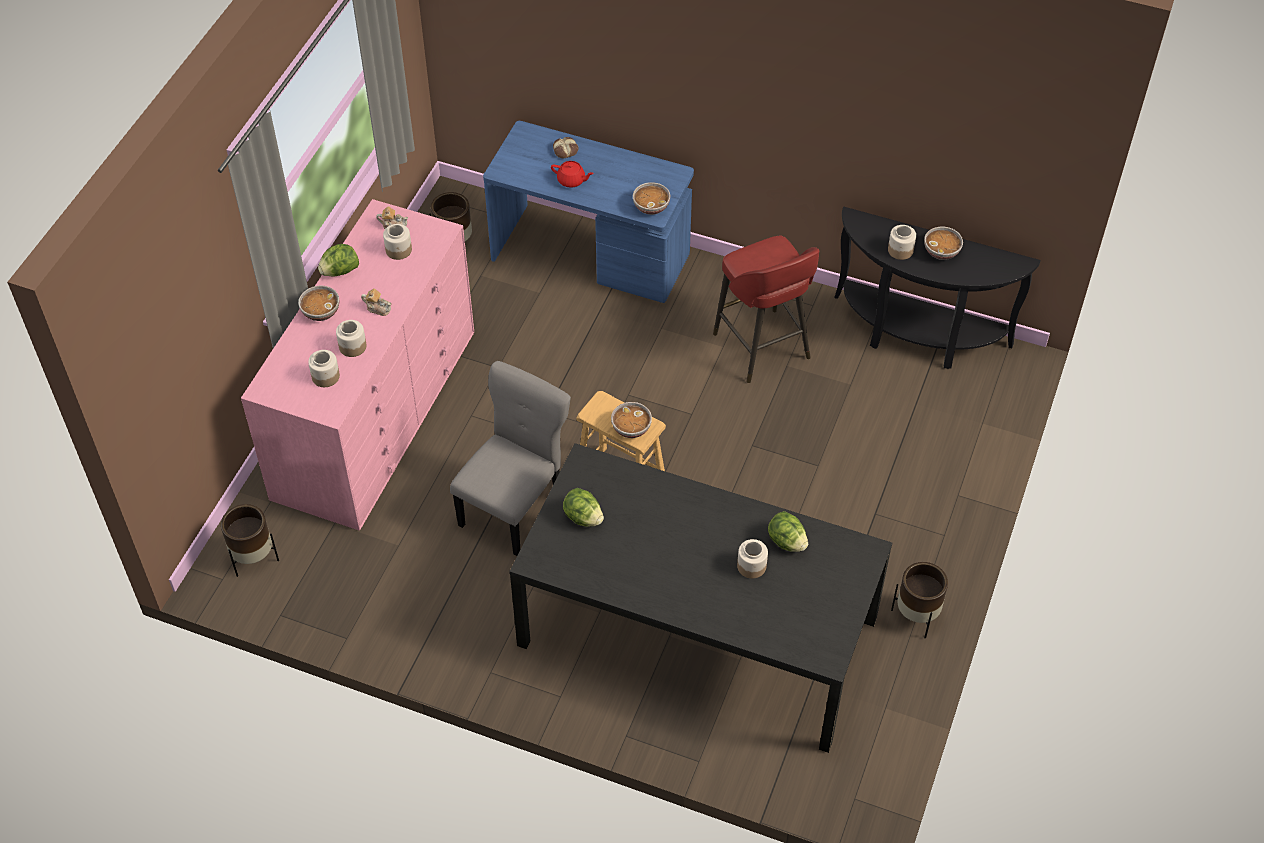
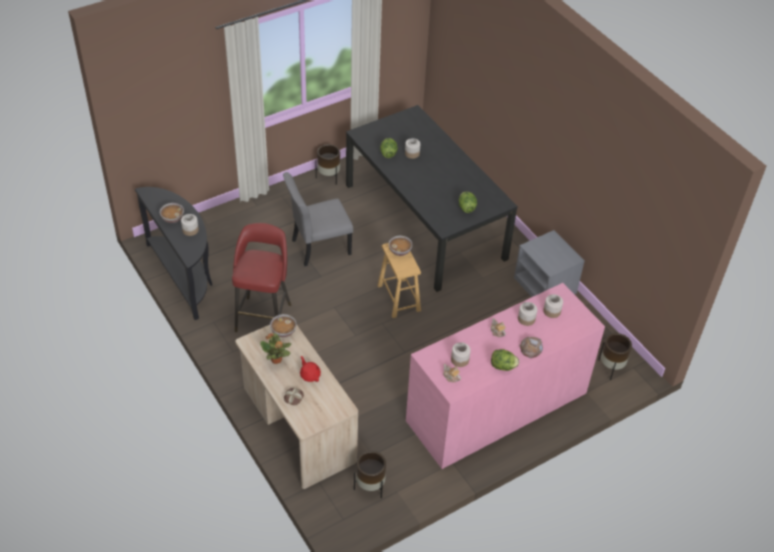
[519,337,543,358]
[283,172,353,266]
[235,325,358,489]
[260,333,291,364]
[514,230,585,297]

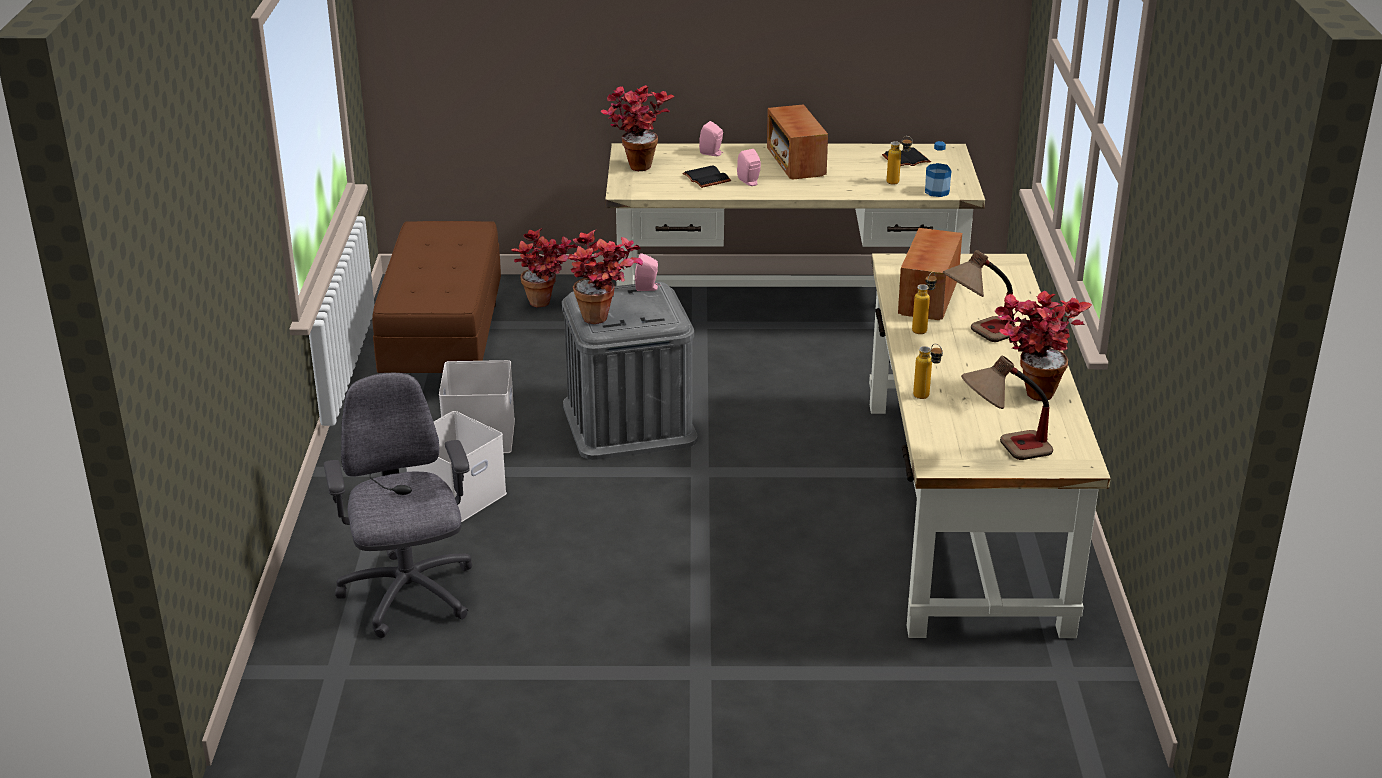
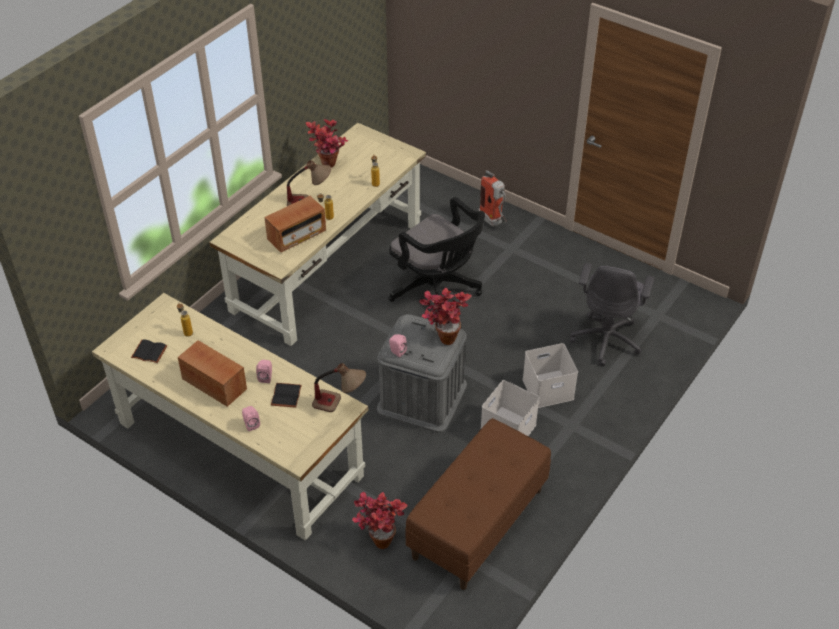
[601,85,674,171] (first image)
[178,340,247,407]
[925,141,952,197] (first image)
[312,363,366,412]
[389,197,485,302]
[479,170,507,227]

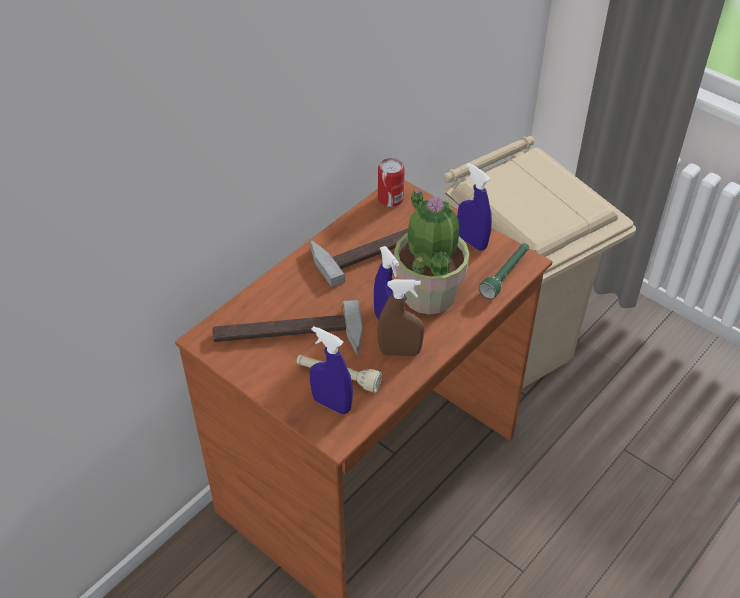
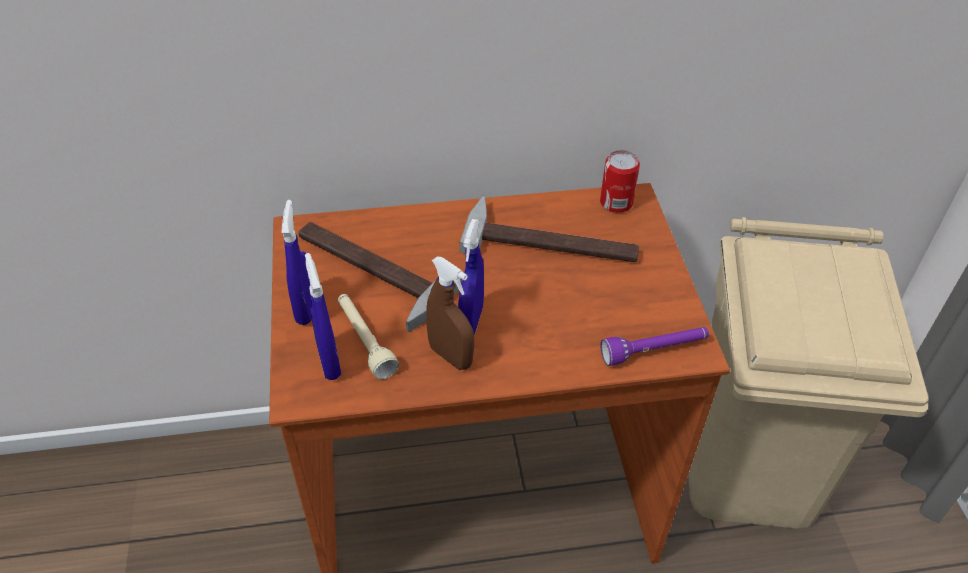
[394,188,469,314] (first image)
[282,200,312,325]
[601,327,709,366]

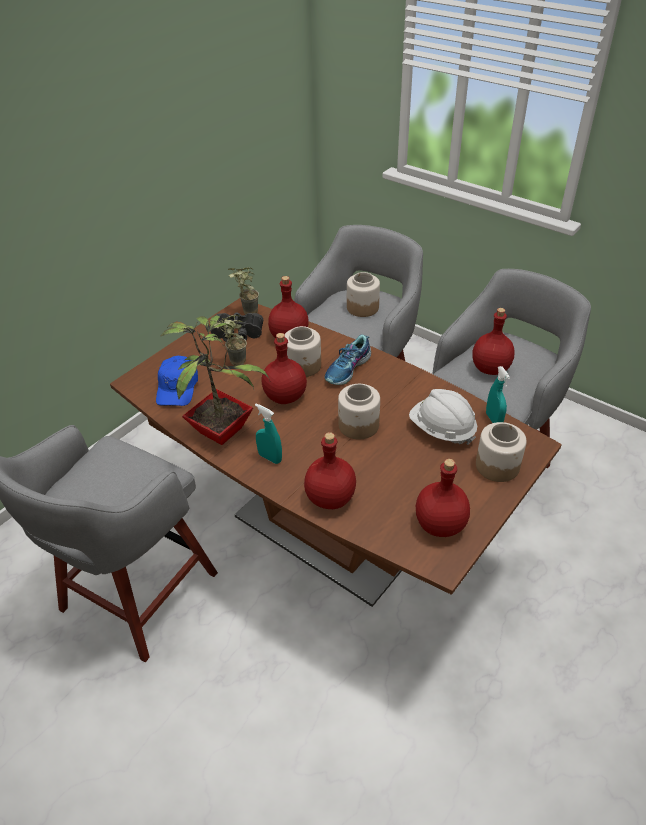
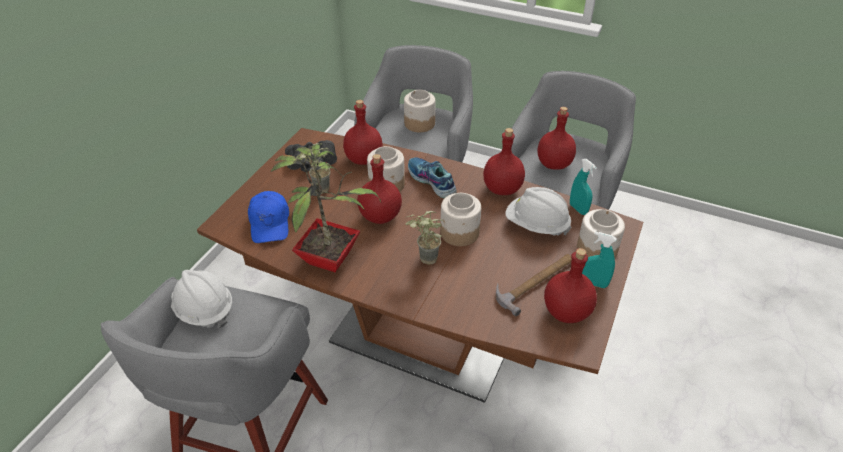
[405,211,443,265]
[582,232,617,288]
[483,128,525,195]
[408,157,457,198]
[171,270,232,329]
[496,254,572,316]

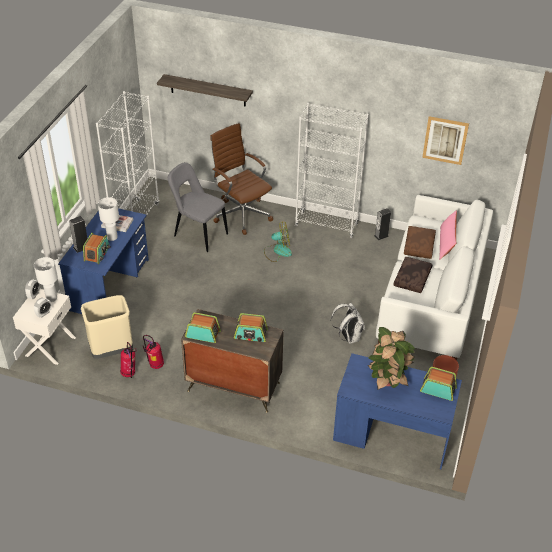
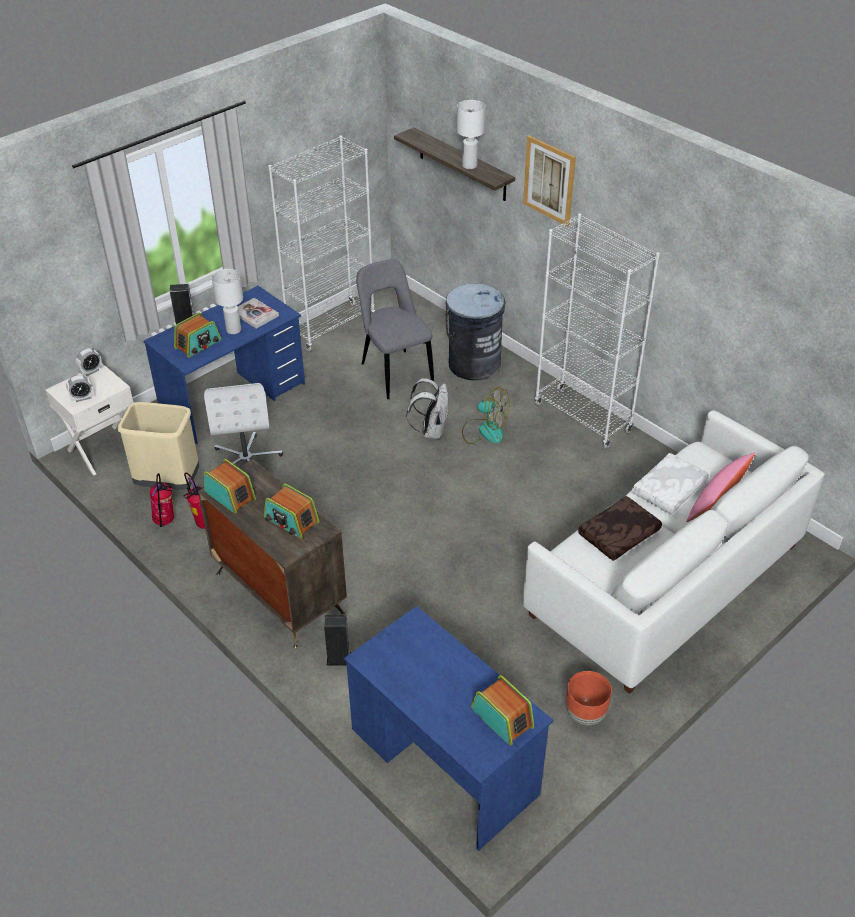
[457,100,485,169]
[445,284,506,380]
[406,378,450,439]
[368,327,415,390] (first image)
[324,615,352,666]
[632,453,709,515]
[523,136,576,226]
[204,383,283,465]

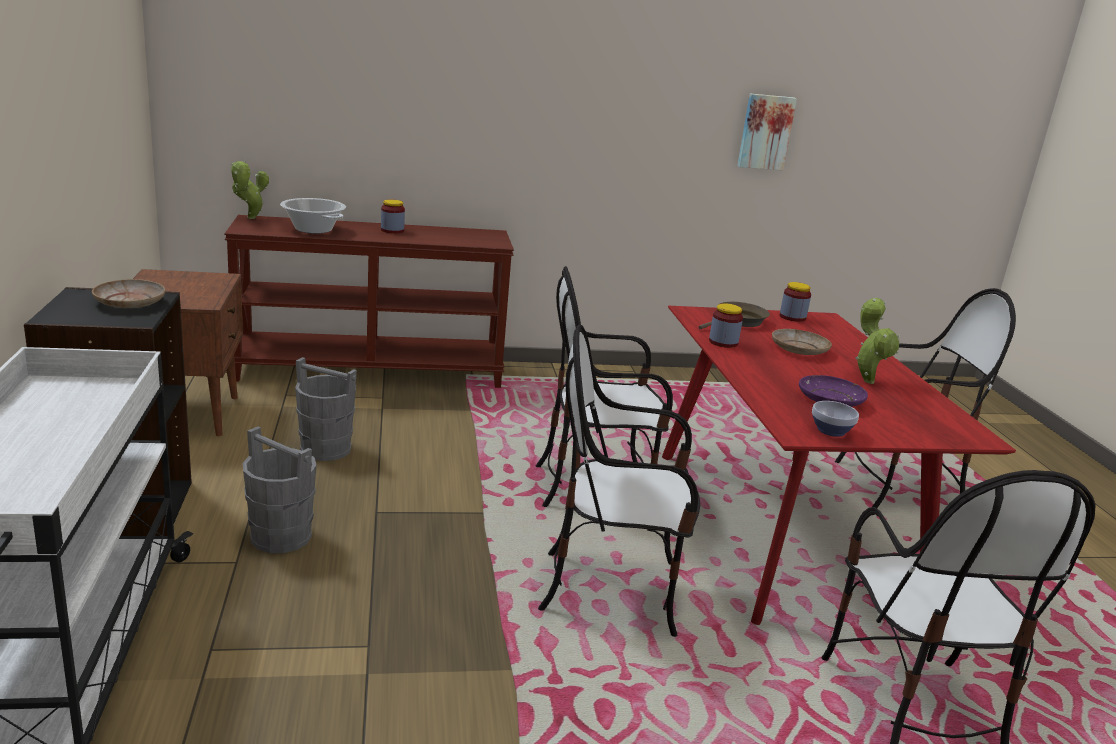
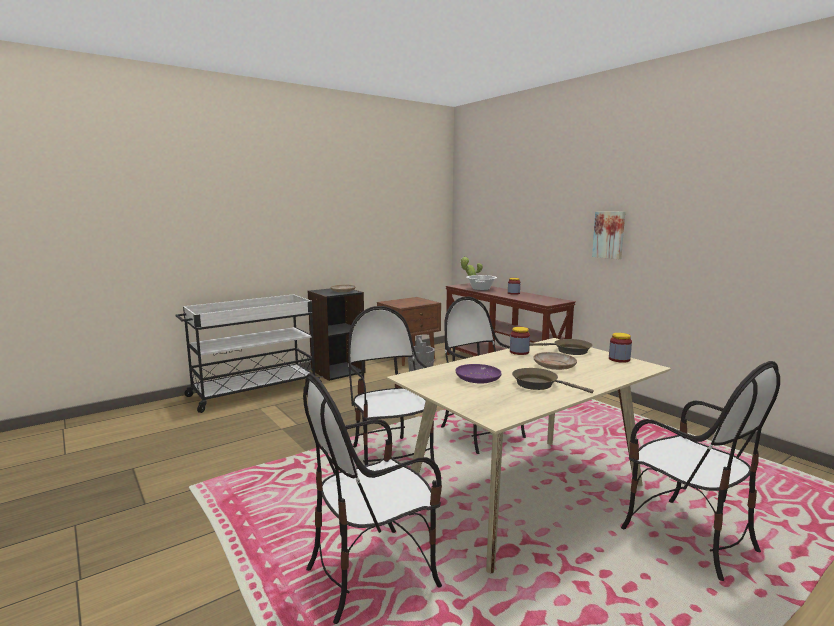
[242,426,316,553] (first image)
[386,338,671,573]
[592,211,625,259]
[812,401,859,437] (first image)
[512,368,593,393]

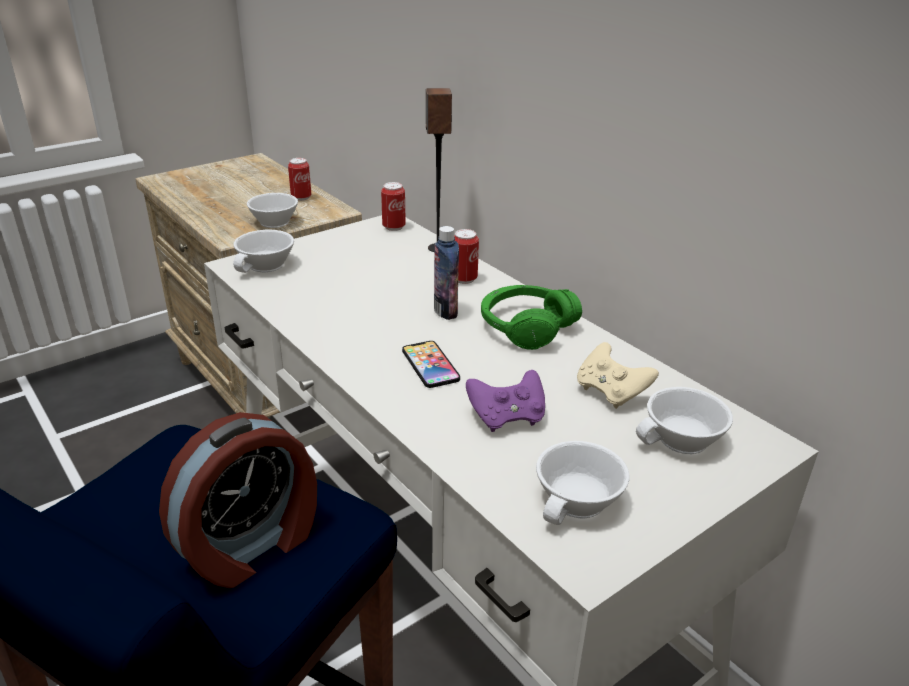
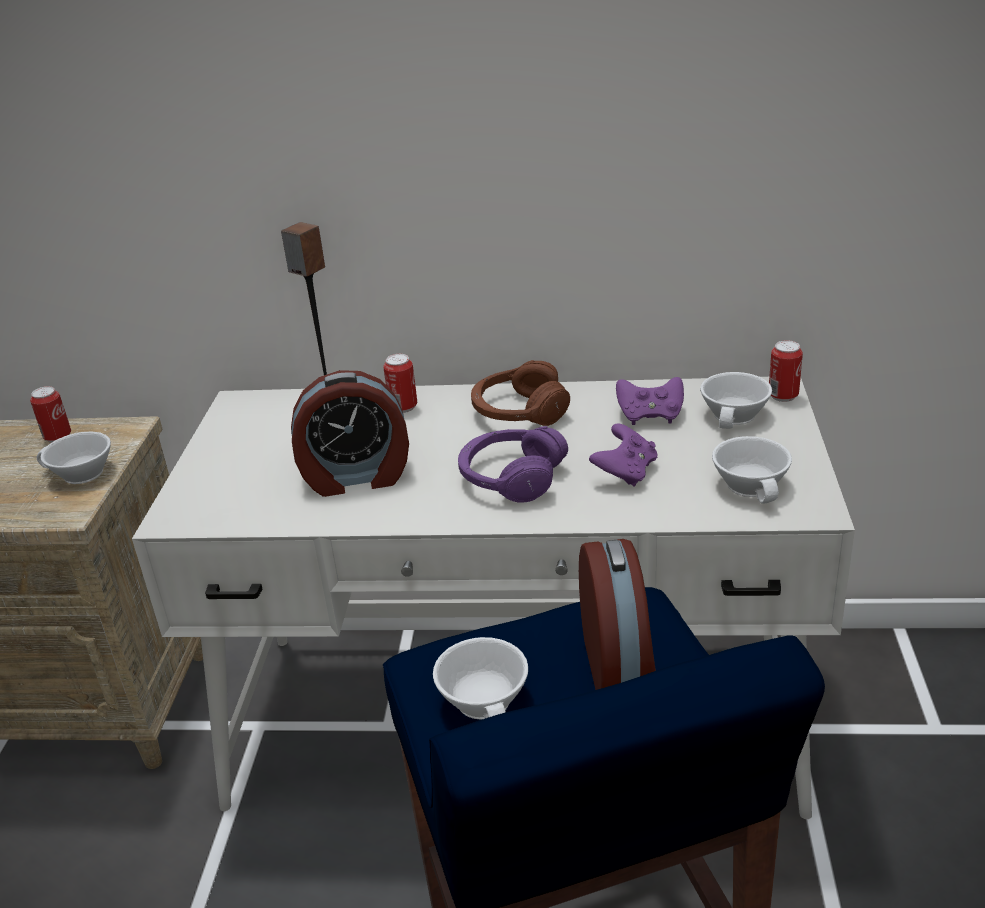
[433,637,528,720]
[769,340,803,402]
[458,426,568,503]
[434,226,459,320] (first image)
[471,360,570,426]
[616,377,684,425]
[291,370,409,497]

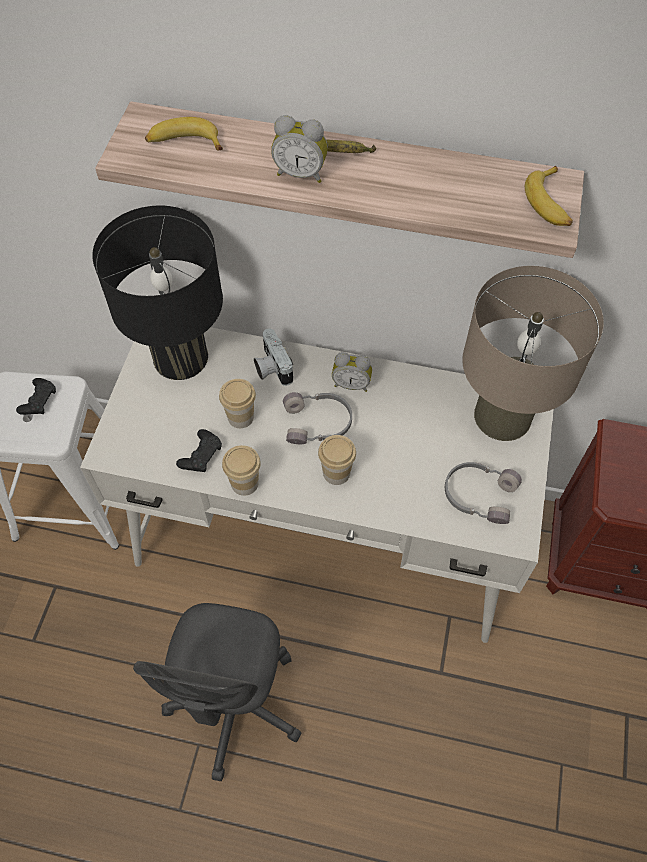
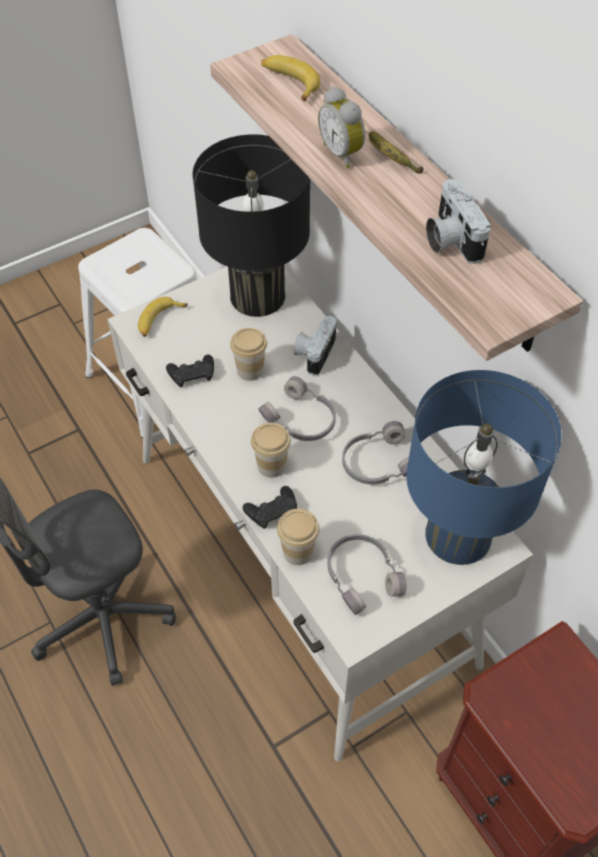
[243,486,297,529]
[277,509,319,565]
[332,352,372,392] (first image)
[406,370,562,565]
[138,297,188,337]
[342,421,409,485]
[426,179,491,264]

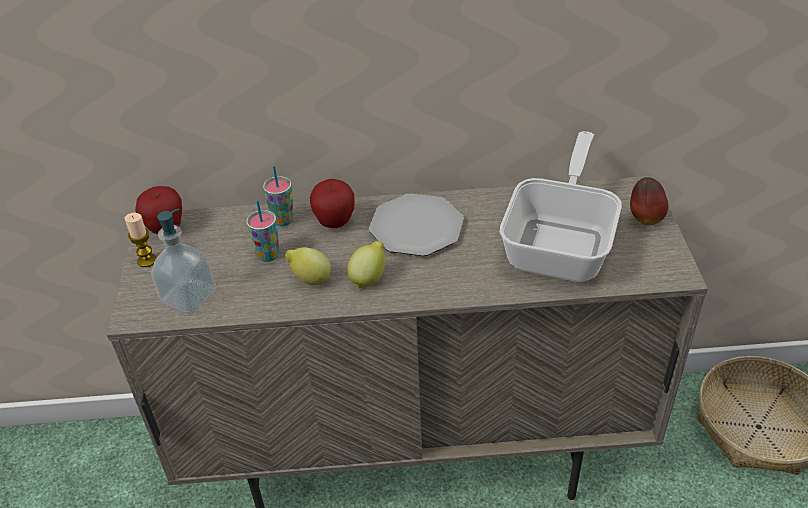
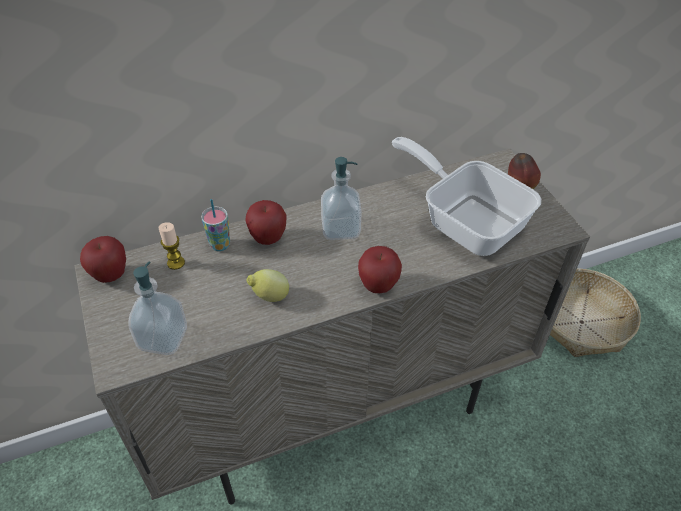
[159,222,185,270]
[246,200,280,262] (first image)
[347,241,385,289] (first image)
[321,157,362,240]
[392,137,541,256]
[358,246,402,293]

